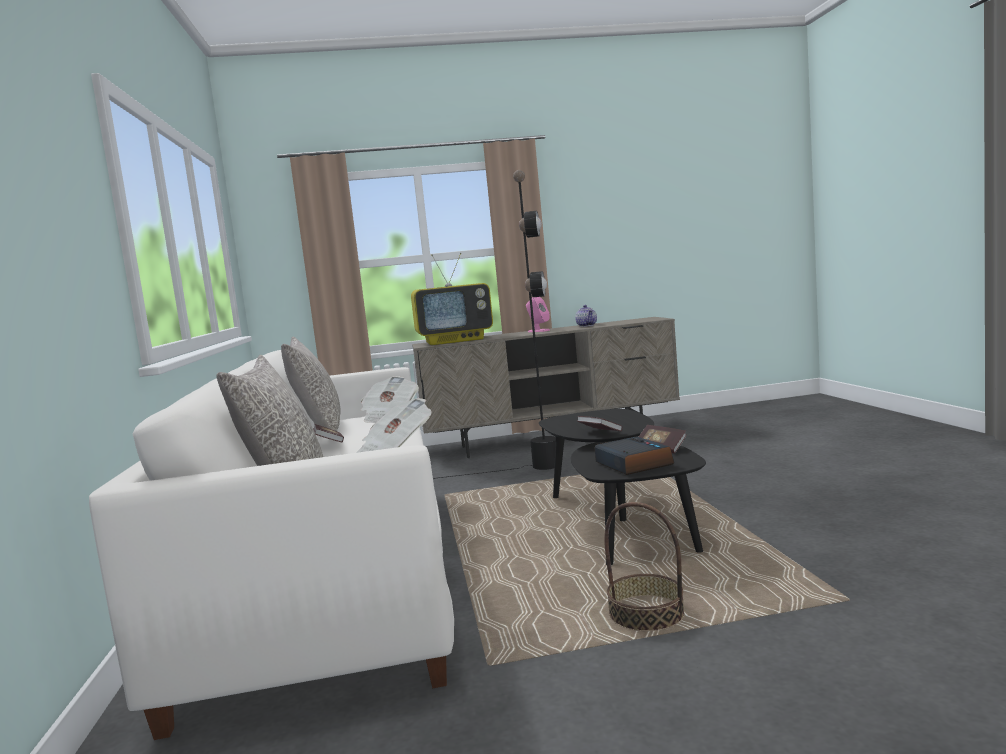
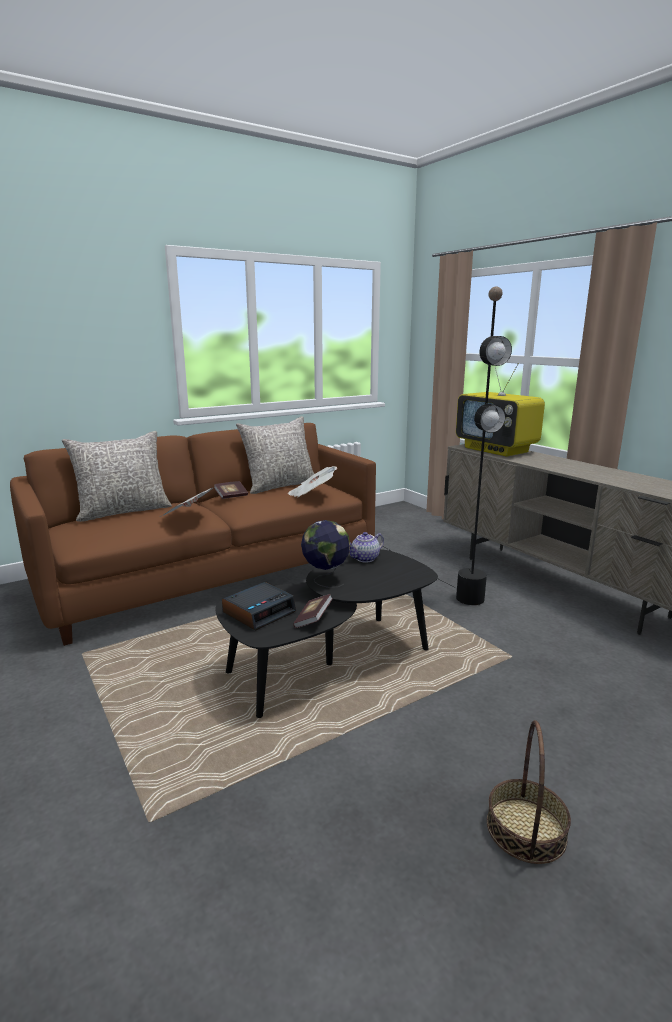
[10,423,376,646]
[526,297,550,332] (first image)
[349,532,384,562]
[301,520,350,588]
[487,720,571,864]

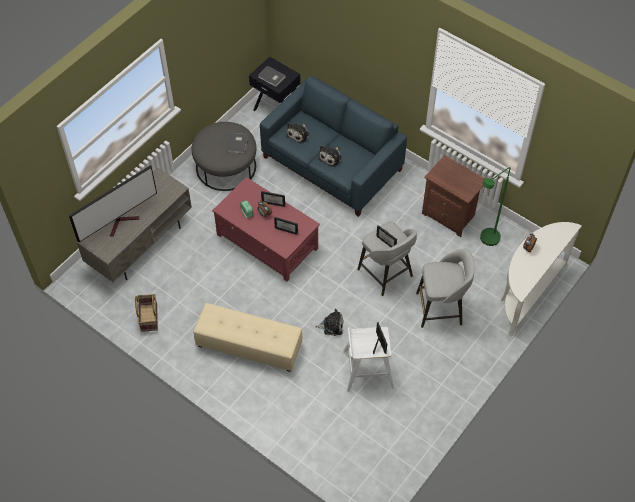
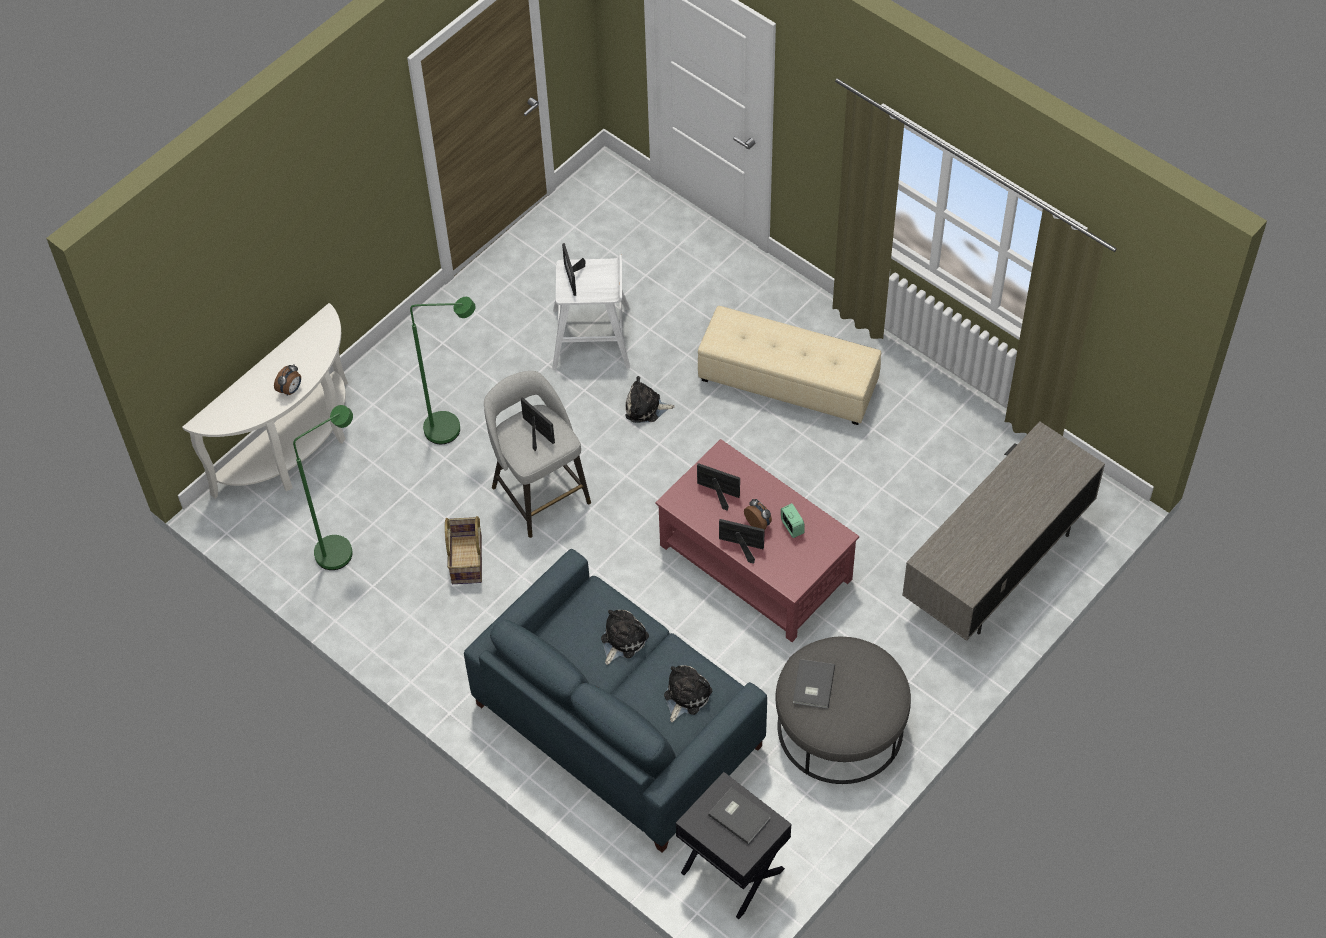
[69,165,157,242] (first image)
[445,516,482,584]
[410,297,476,444]
[422,155,485,237] (first image)

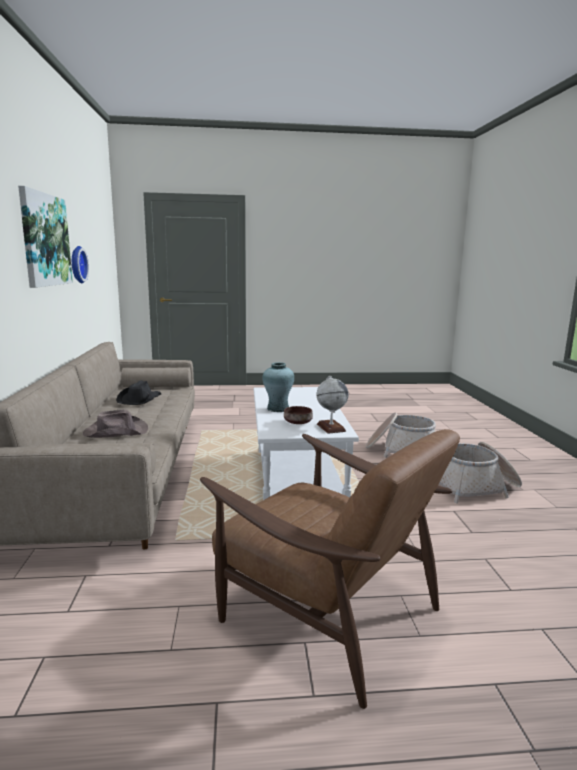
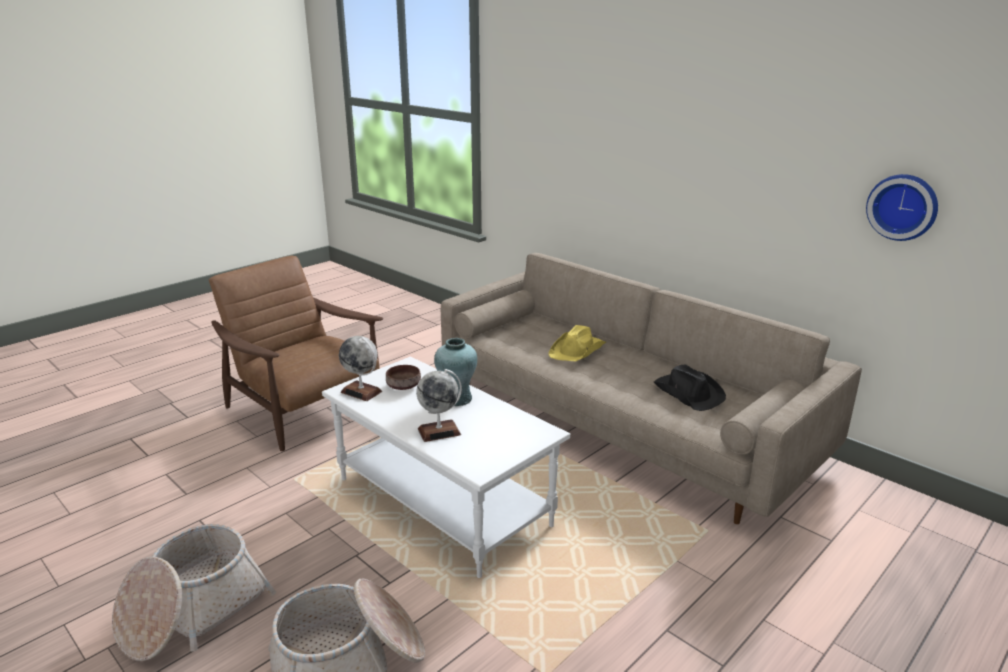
[18,186,73,288] (first image)
[548,325,606,361]
[209,256,383,451]
[416,369,462,442]

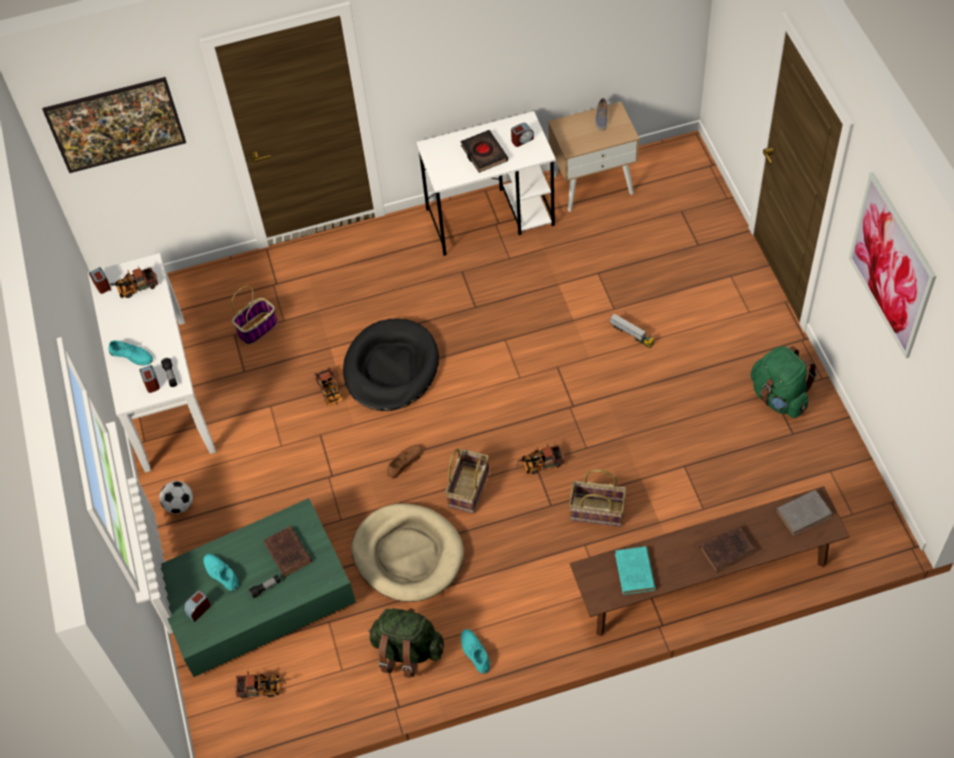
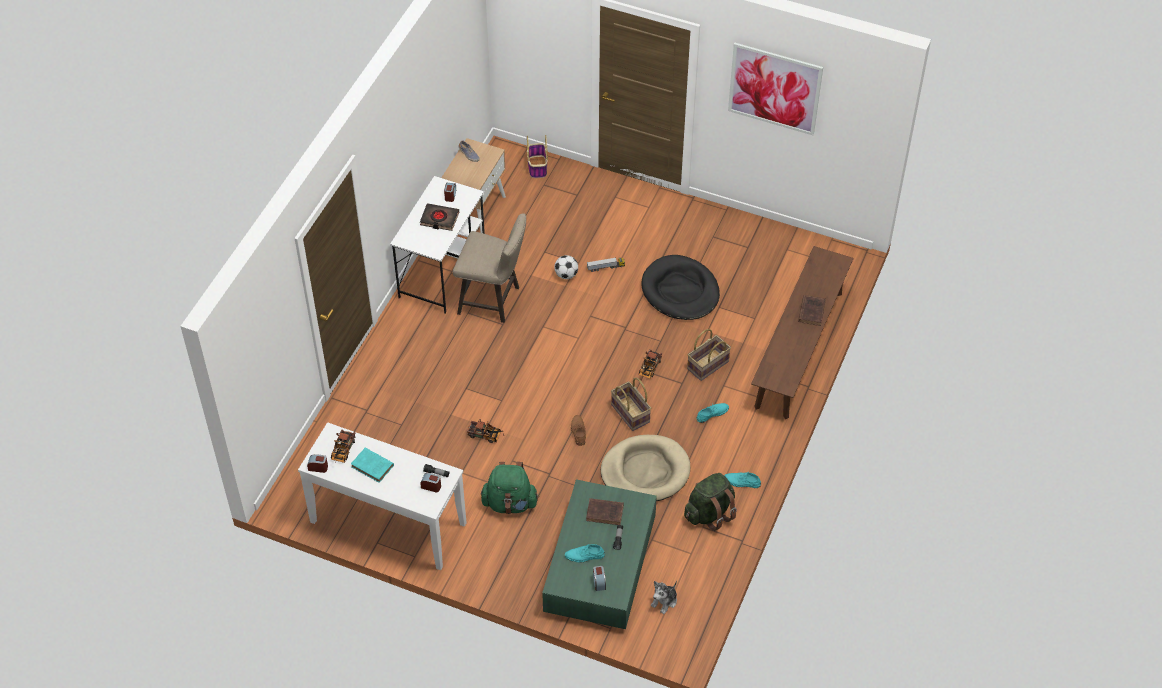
[42,77,186,173] (first image)
[696,403,729,423]
[554,255,578,279]
[527,135,548,178]
[651,581,677,614]
[641,255,720,320]
[351,448,394,483]
[481,462,539,514]
[776,490,832,536] (first image)
[453,213,526,323]

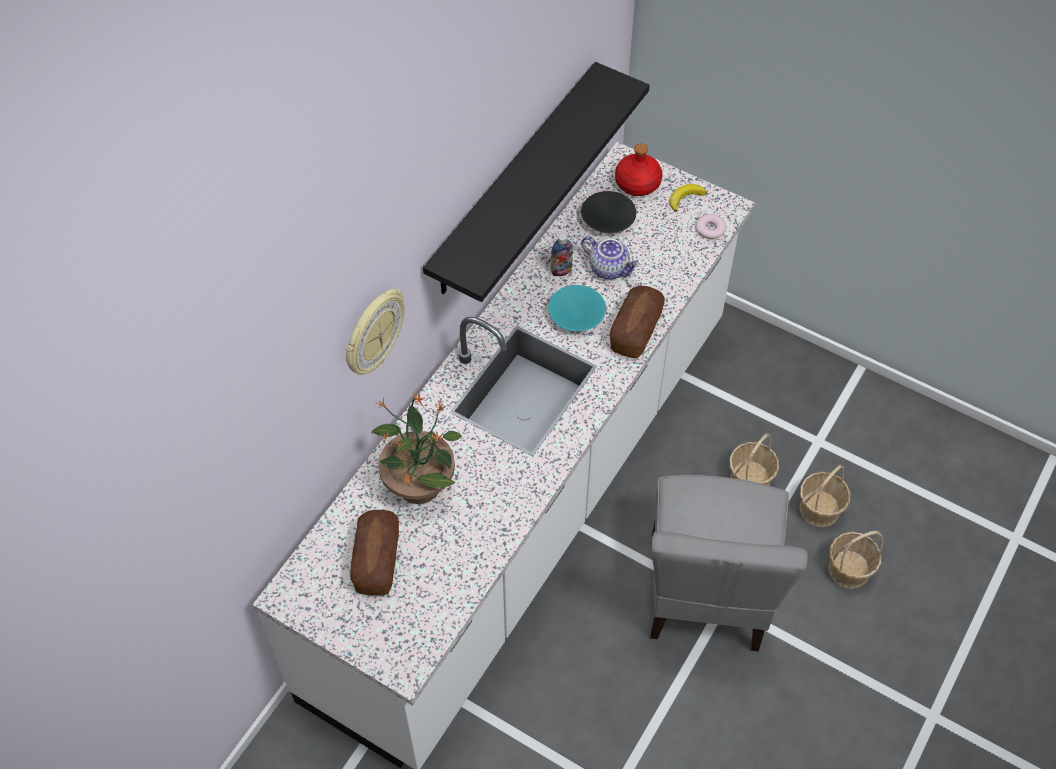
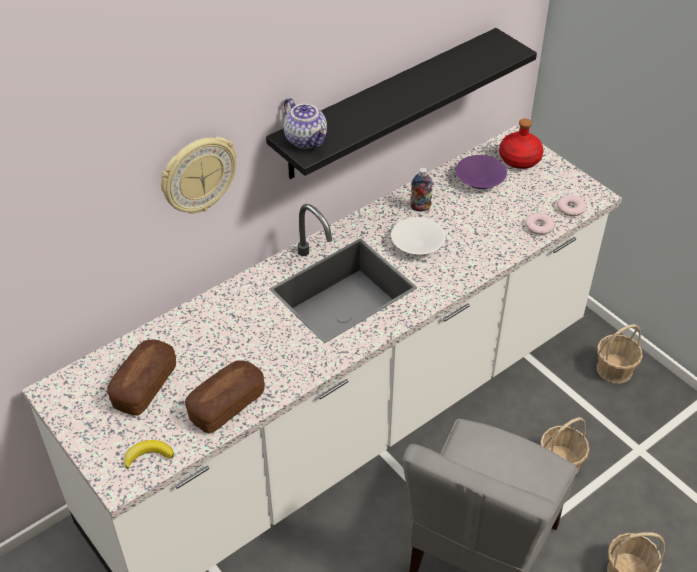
[371,393,462,504] (first image)
[391,217,446,255]
[456,155,507,189]
[283,98,327,149]
[185,360,265,433]
[124,440,174,469]
[597,324,643,384]
[524,213,555,235]

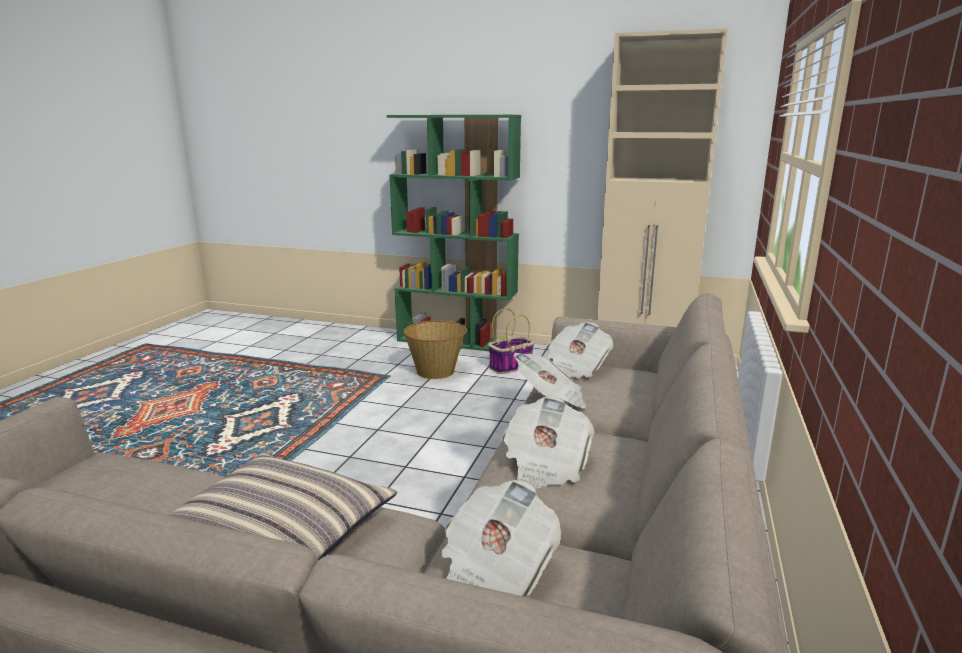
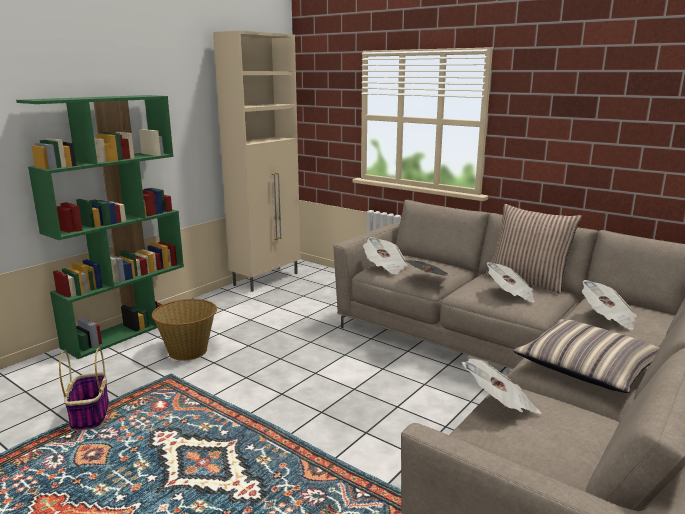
[59,348,109,431]
[462,359,542,414]
[485,204,582,294]

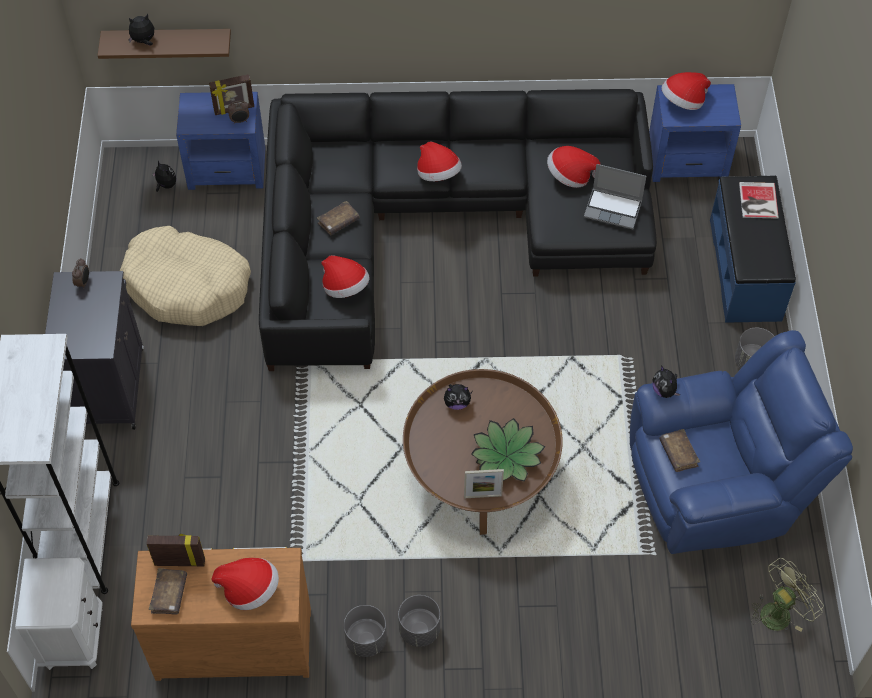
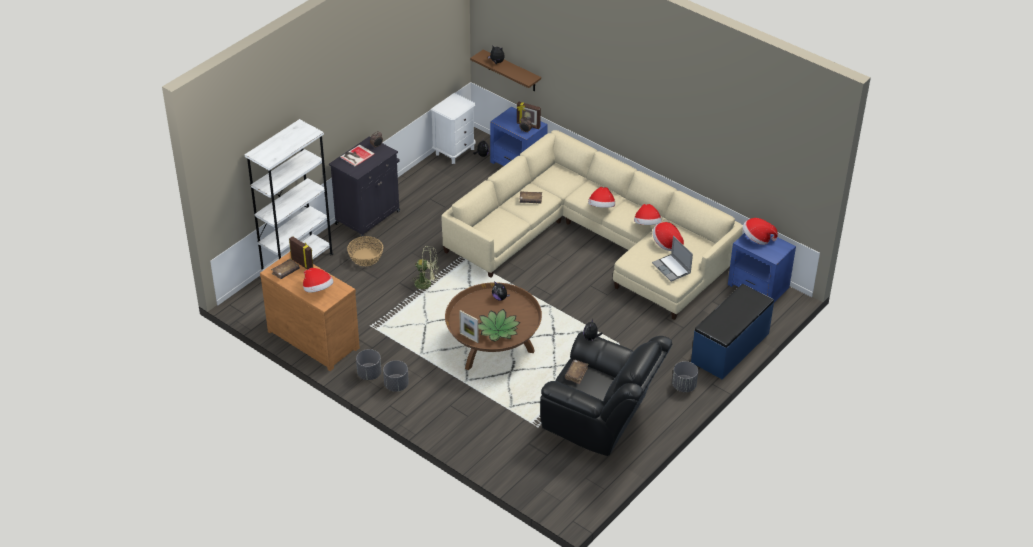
[431,93,476,164]
[120,226,251,326] (first image)
[441,130,743,320]
[634,204,662,225]
[540,332,672,456]
[340,145,375,166]
[410,246,439,292]
[347,236,383,266]

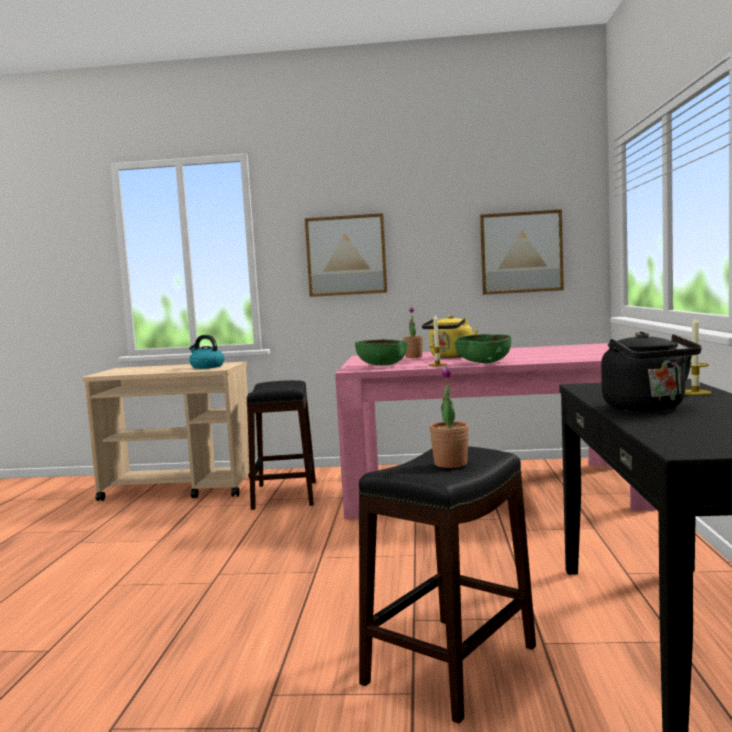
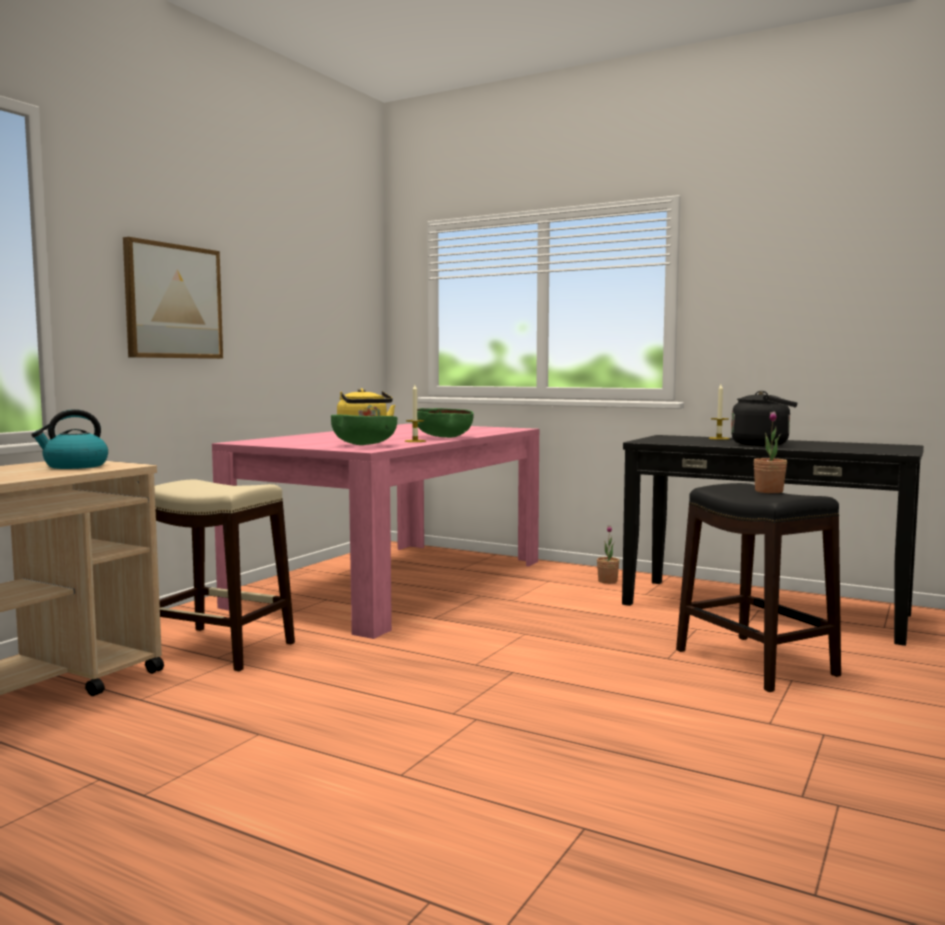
[155,479,295,671]
[597,526,620,584]
[480,209,564,295] (first image)

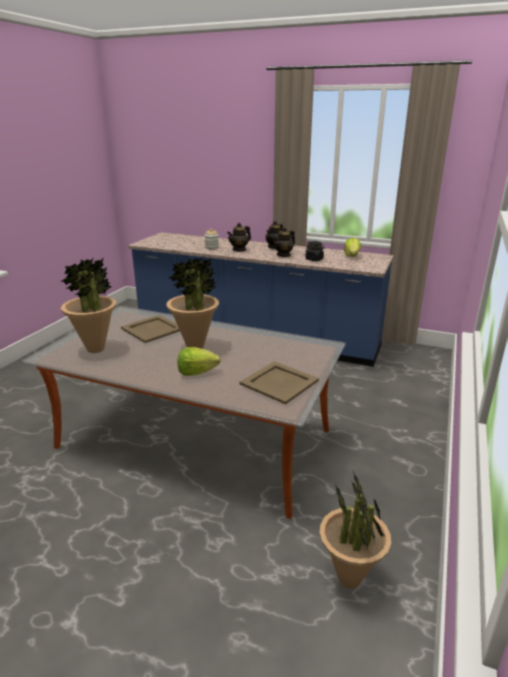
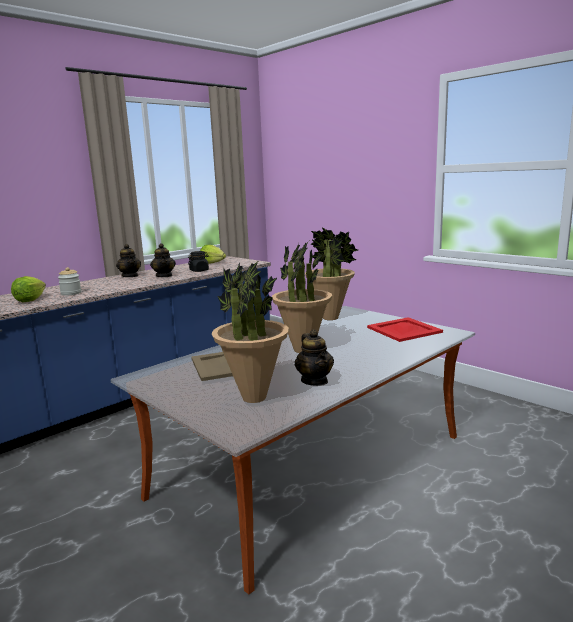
[11,276,46,302]
[295,330,334,386]
[367,317,443,342]
[305,227,358,320]

